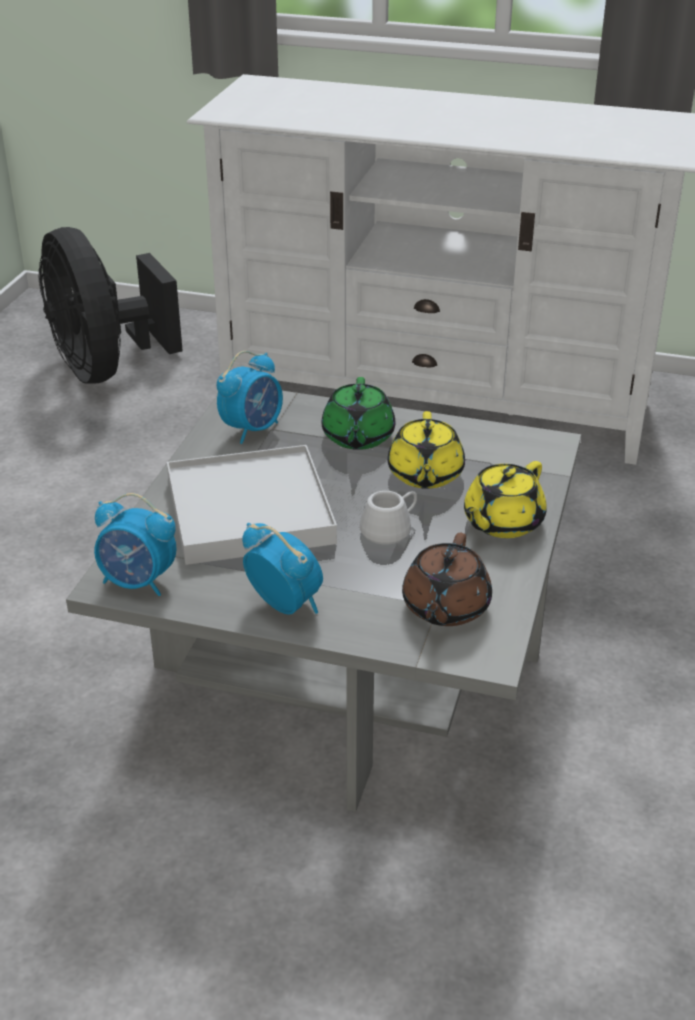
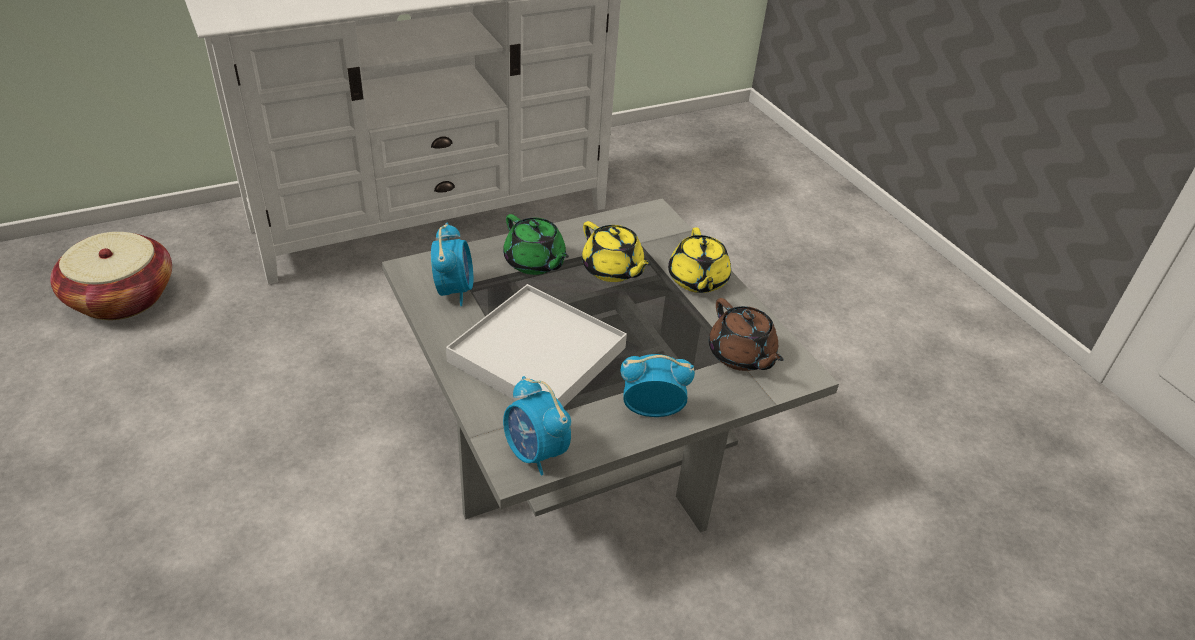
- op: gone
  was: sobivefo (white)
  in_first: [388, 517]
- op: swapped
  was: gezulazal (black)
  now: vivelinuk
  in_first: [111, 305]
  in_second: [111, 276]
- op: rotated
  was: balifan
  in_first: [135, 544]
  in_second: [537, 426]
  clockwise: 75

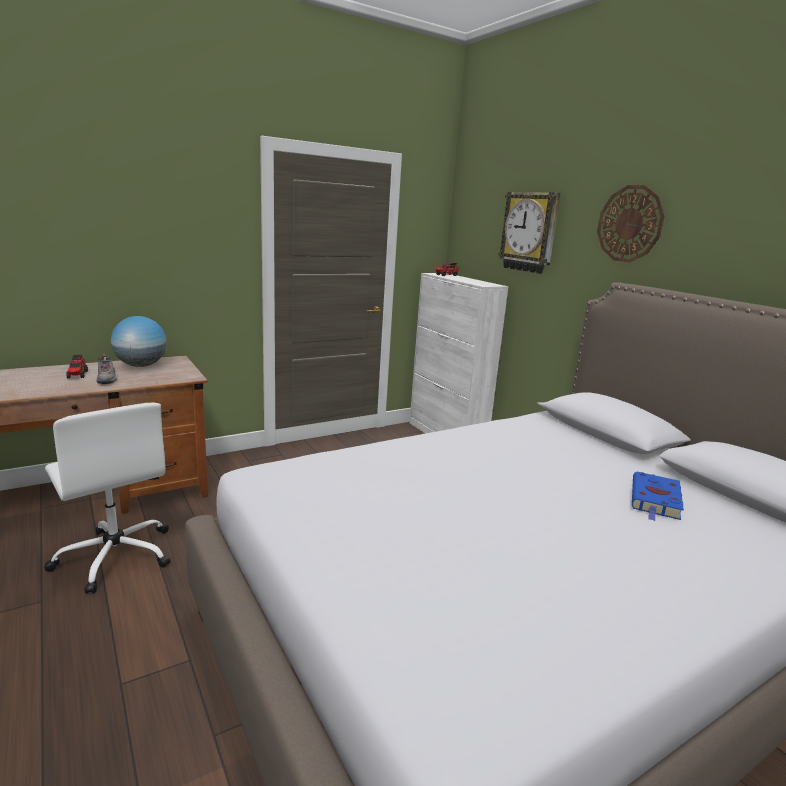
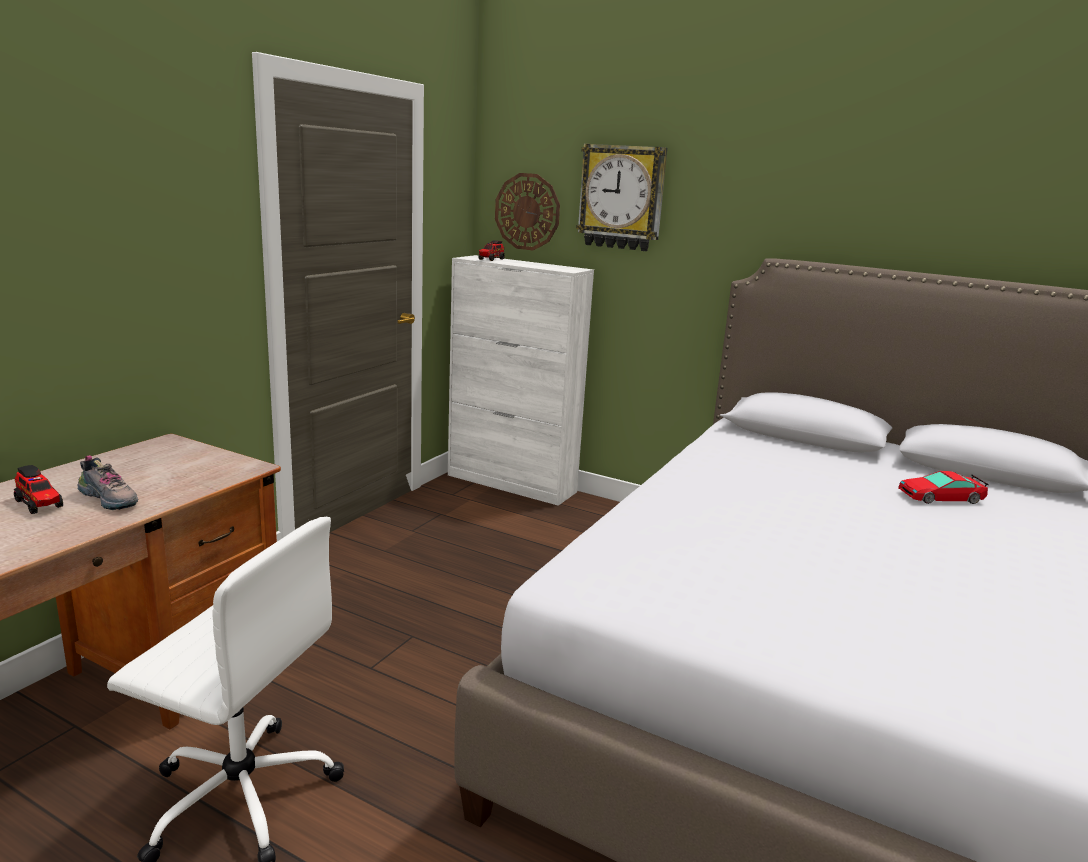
- op: gone
  was: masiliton
  in_first: [139, 341]
- op: shifted
  was: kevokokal
  in_first: [631, 223]
  in_second: [527, 211]
- op: swapped
  was: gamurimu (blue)
  now: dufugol
  in_first: [658, 496]
  in_second: [943, 487]

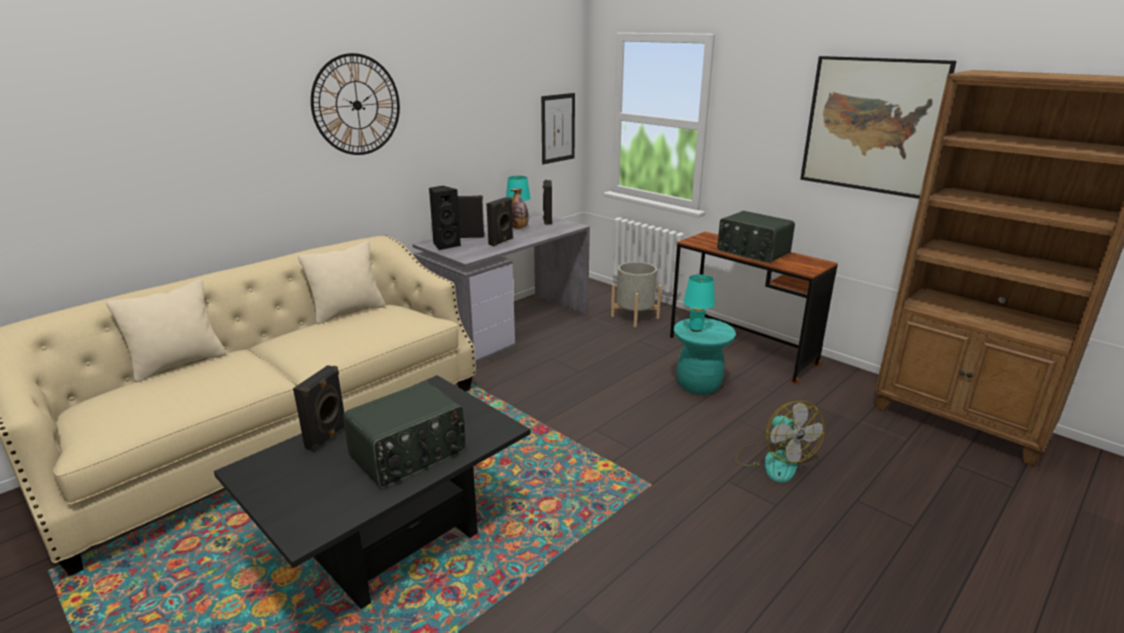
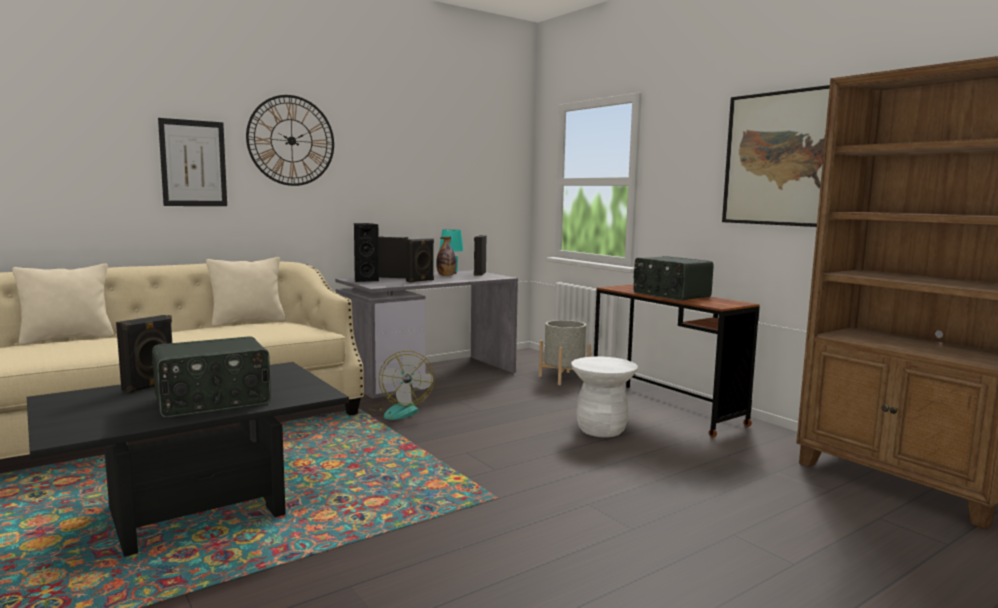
- op: gone
  was: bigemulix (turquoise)
  in_first: [699, 303]
- op: shifted
  was: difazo
  in_first: [558, 128]
  in_second: [192, 162]
- op: shifted
  was: gezulazal
  in_first: [780, 442]
  in_second: [402, 385]
- op: repainted
  was: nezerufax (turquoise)
  now: nezerufax (white)
  in_first: [705, 356]
  in_second: [604, 397]

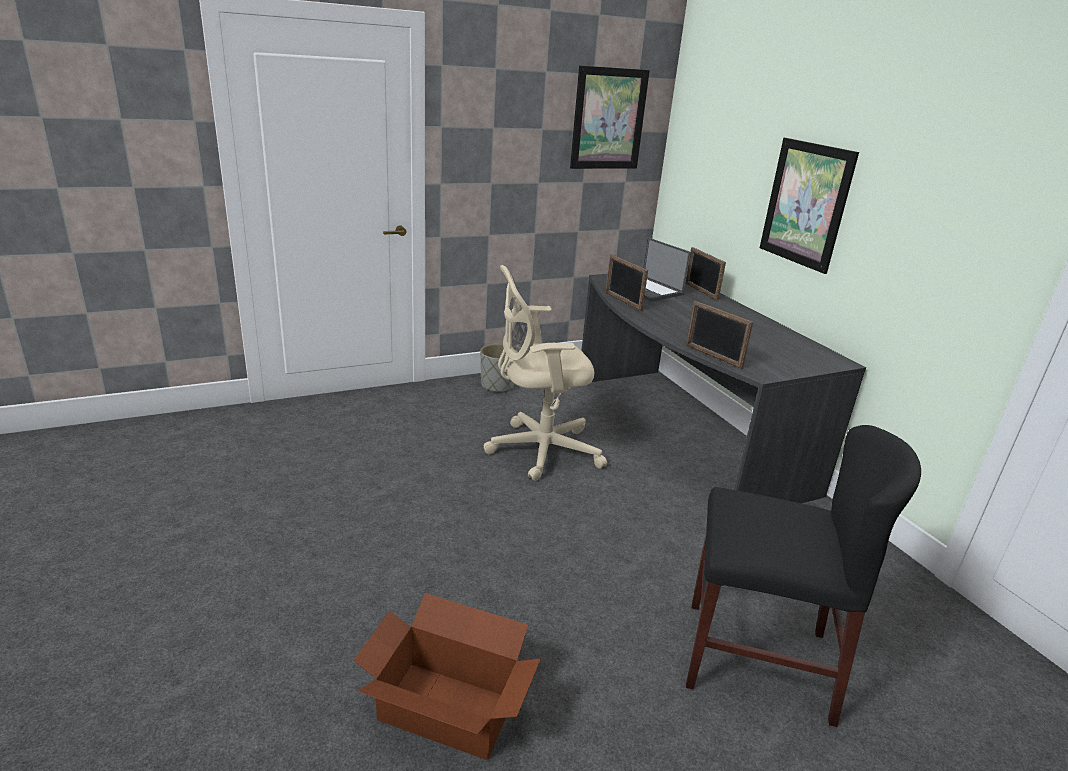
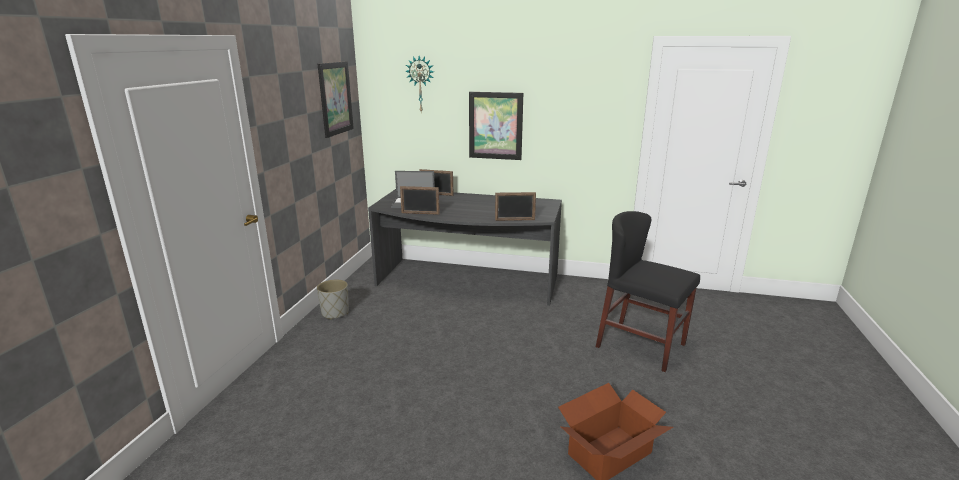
- op: gone
  was: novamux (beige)
  in_first: [545, 373]
- op: new
  now: kevokokal
  in_second: [419, 84]
- op: rotated
  was: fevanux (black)
  in_first: [803, 576]
  in_second: [648, 291]
  clockwise: -105

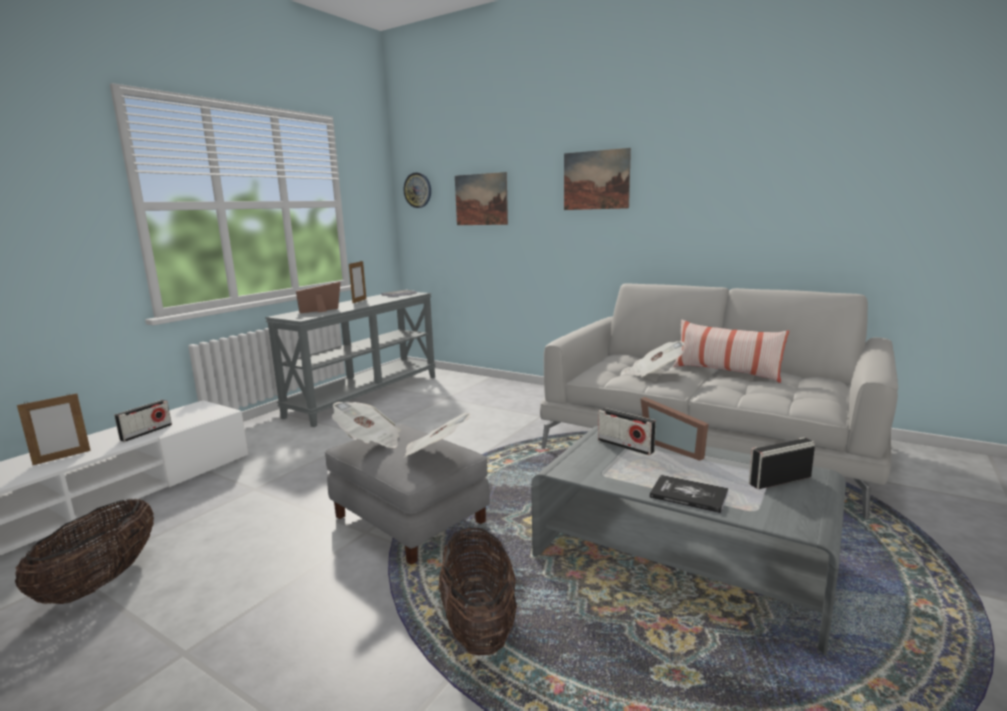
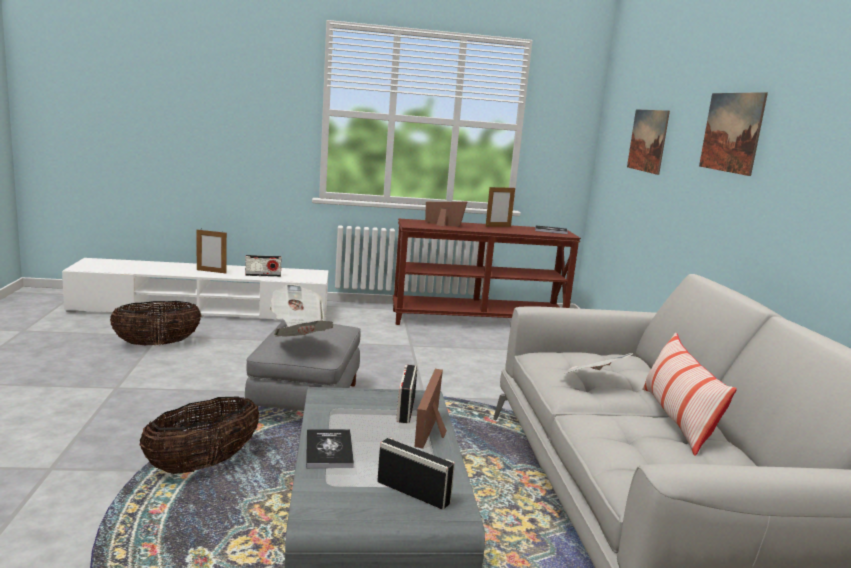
- op: gone
  was: kevokokal
  in_first: [417, 190]
- op: repainted
  was: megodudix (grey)
  now: megodudix (brown)
  in_first: [350, 359]
  in_second: [487, 272]

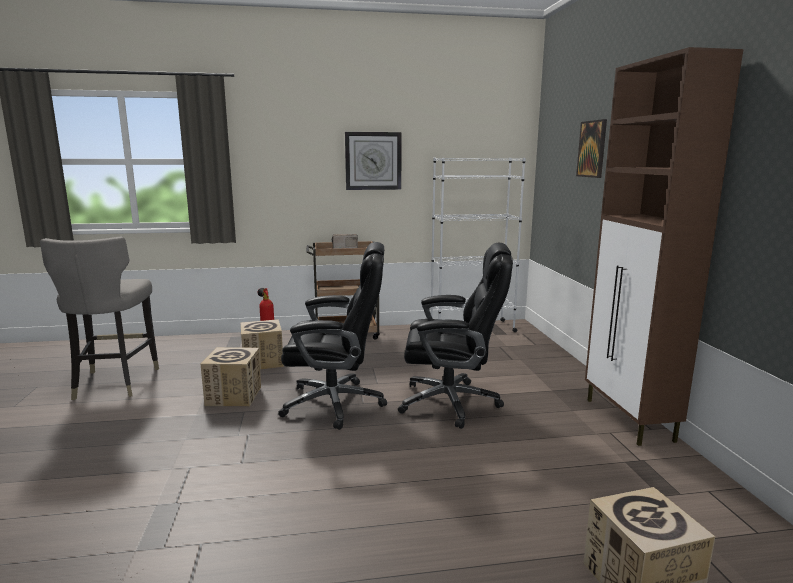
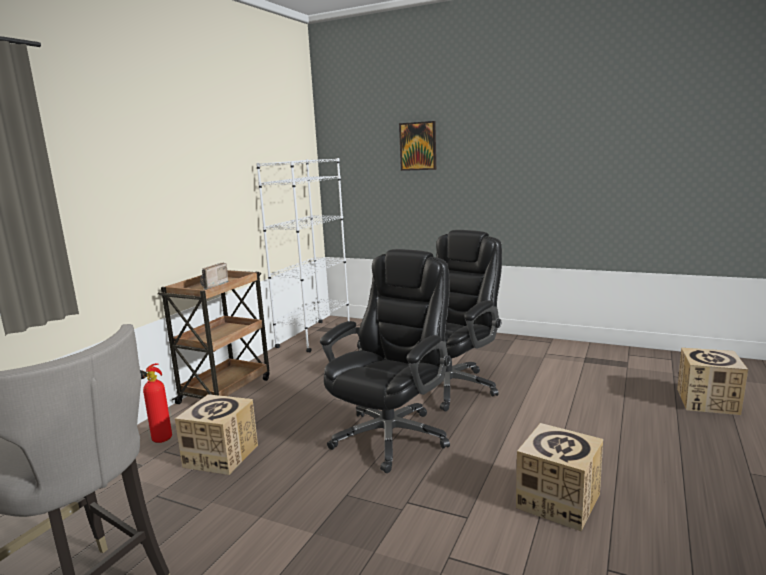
- op: gone
  was: kevokokal
  in_first: [373, 161]
- op: gone
  was: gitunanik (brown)
  in_first: [664, 246]
- op: shifted
  was: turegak
  in_first: [231, 377]
  in_second: [559, 477]

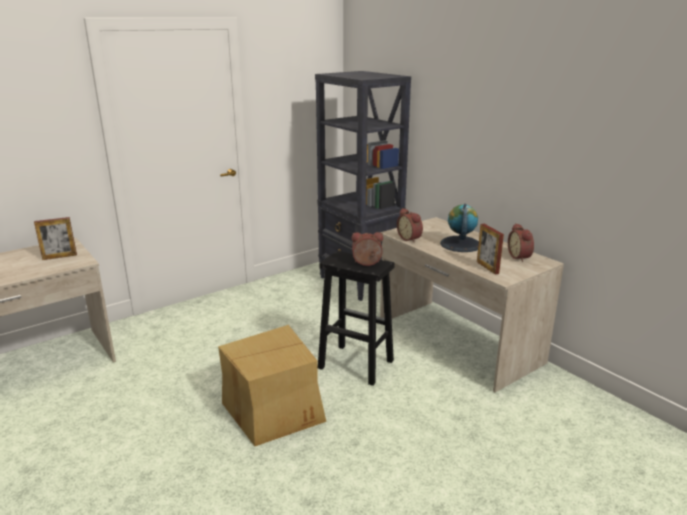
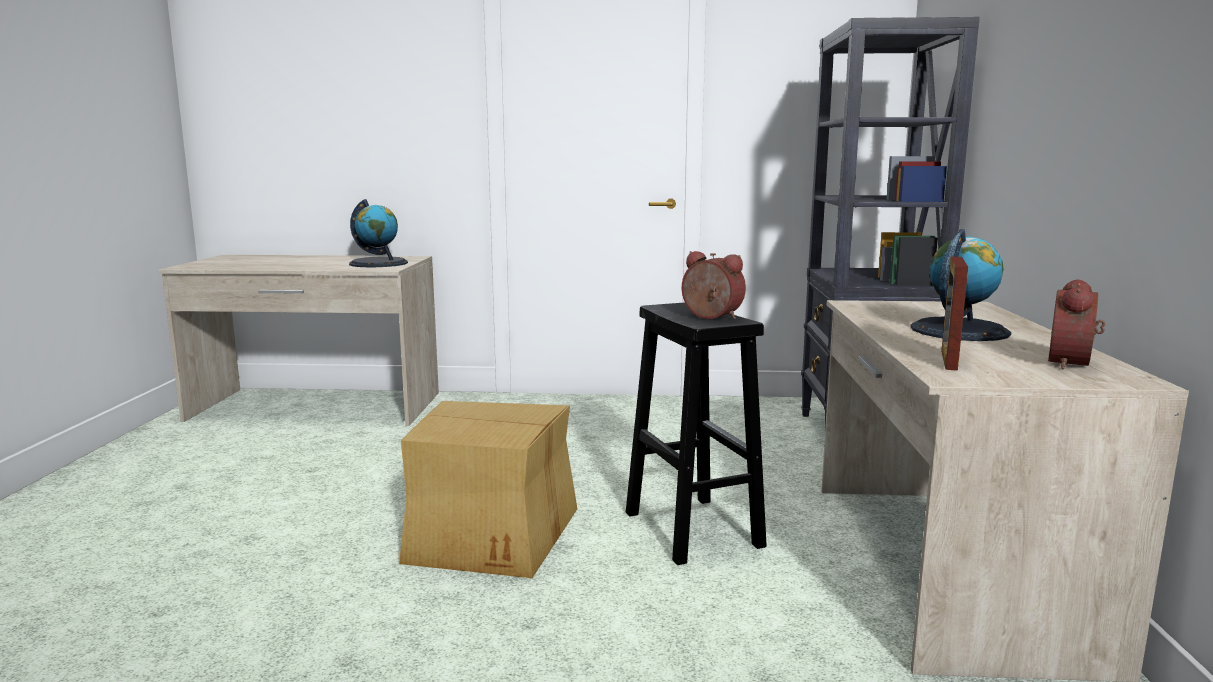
- op: gone
  was: balifan
  in_first: [410, 225]
- op: swapped
  was: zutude
  now: masiliton
  in_first: [55, 238]
  in_second: [378, 233]

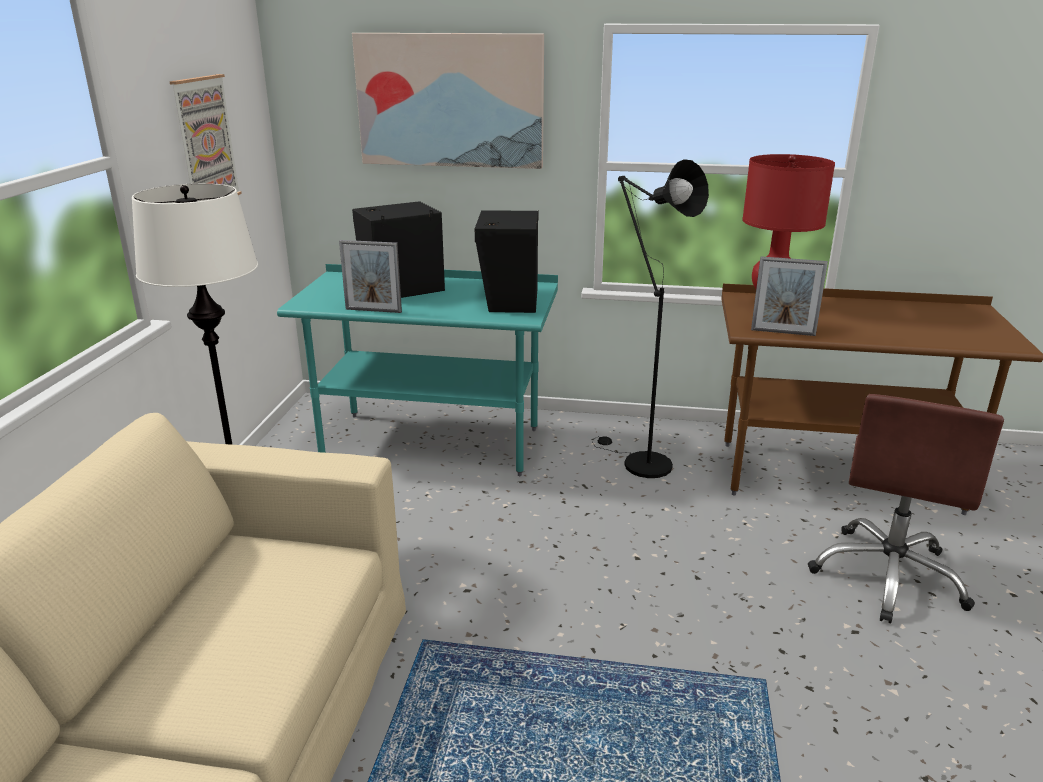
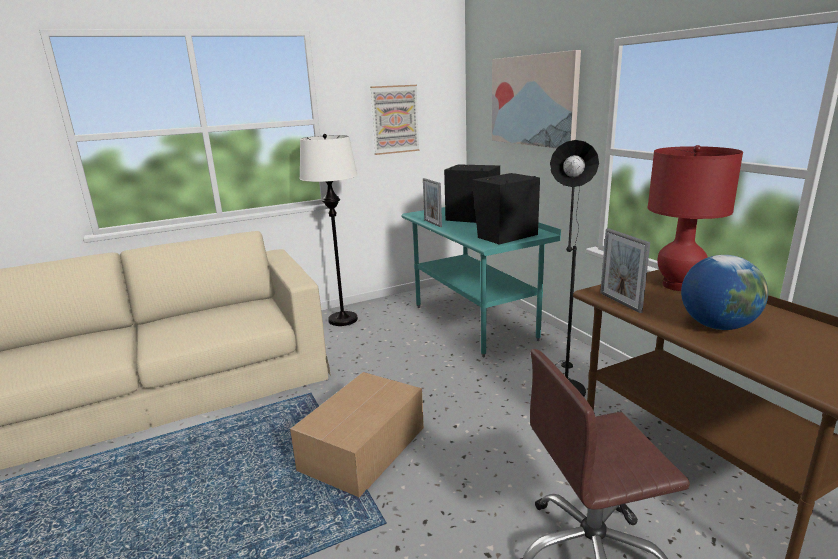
- op: new
  now: turegak
  in_second: [357, 434]
- op: new
  now: masiliton
  in_second: [724, 292]

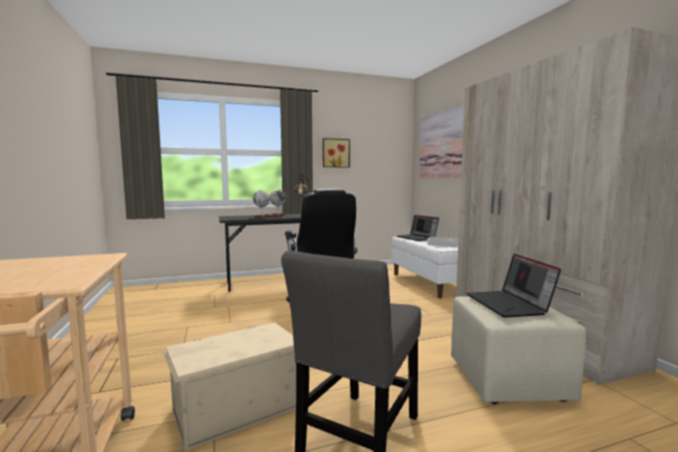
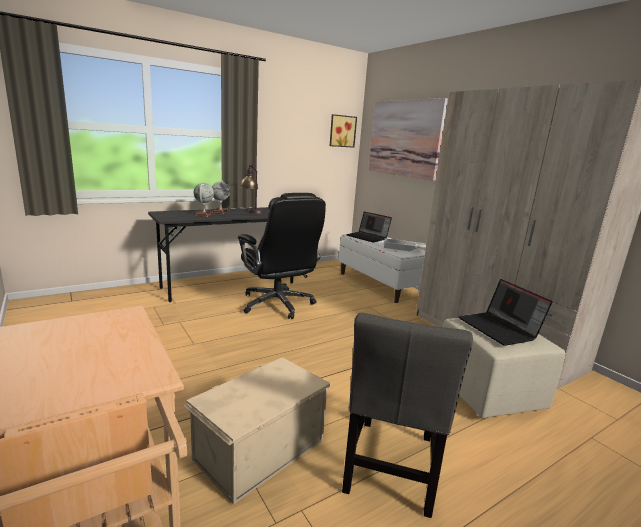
- op: shifted
  was: difazo
  in_first: [336, 153]
  in_second: [343, 131]

